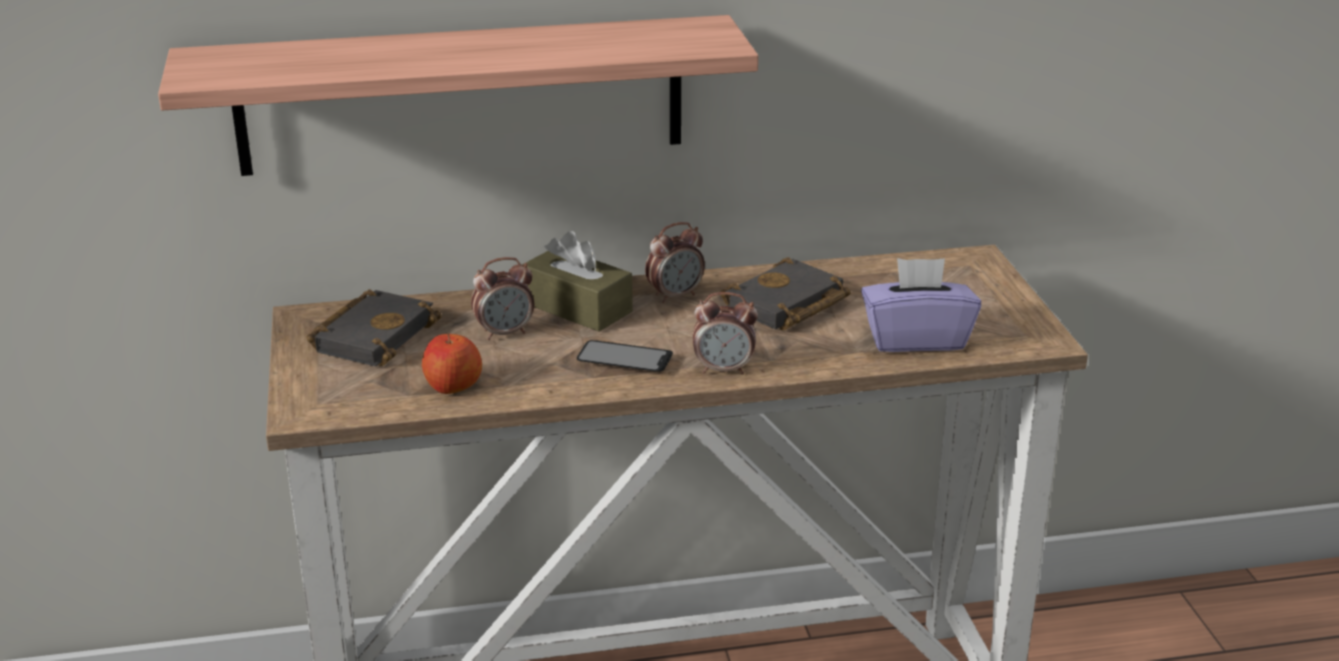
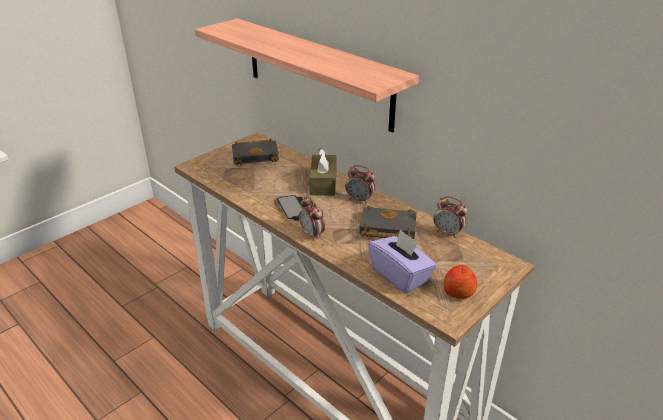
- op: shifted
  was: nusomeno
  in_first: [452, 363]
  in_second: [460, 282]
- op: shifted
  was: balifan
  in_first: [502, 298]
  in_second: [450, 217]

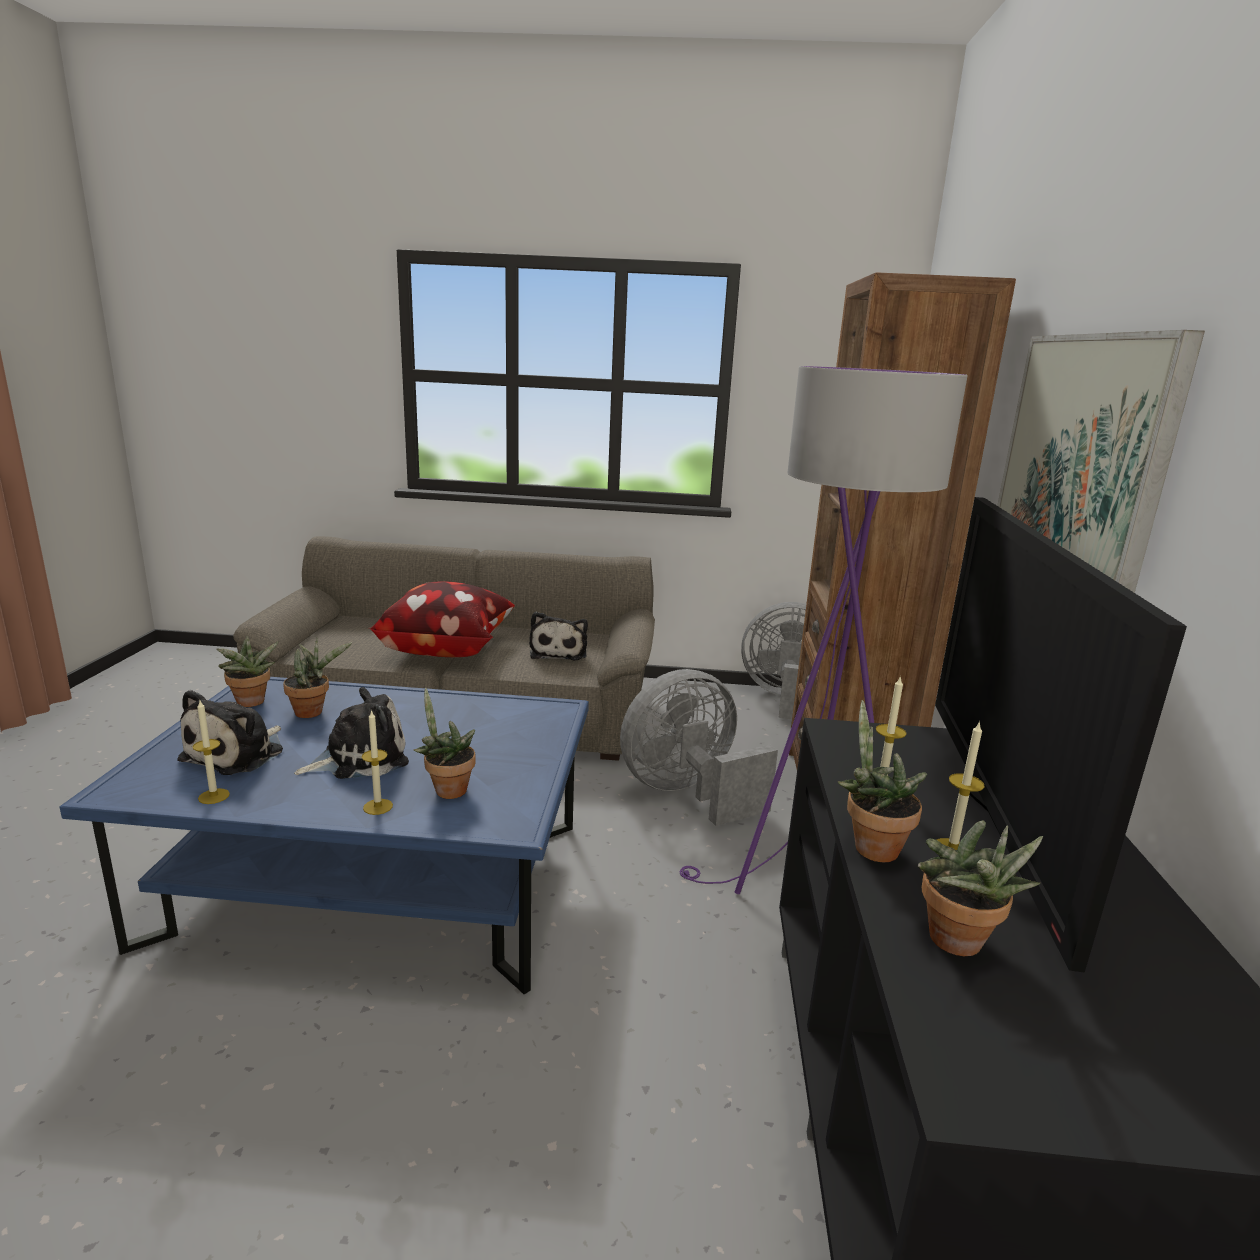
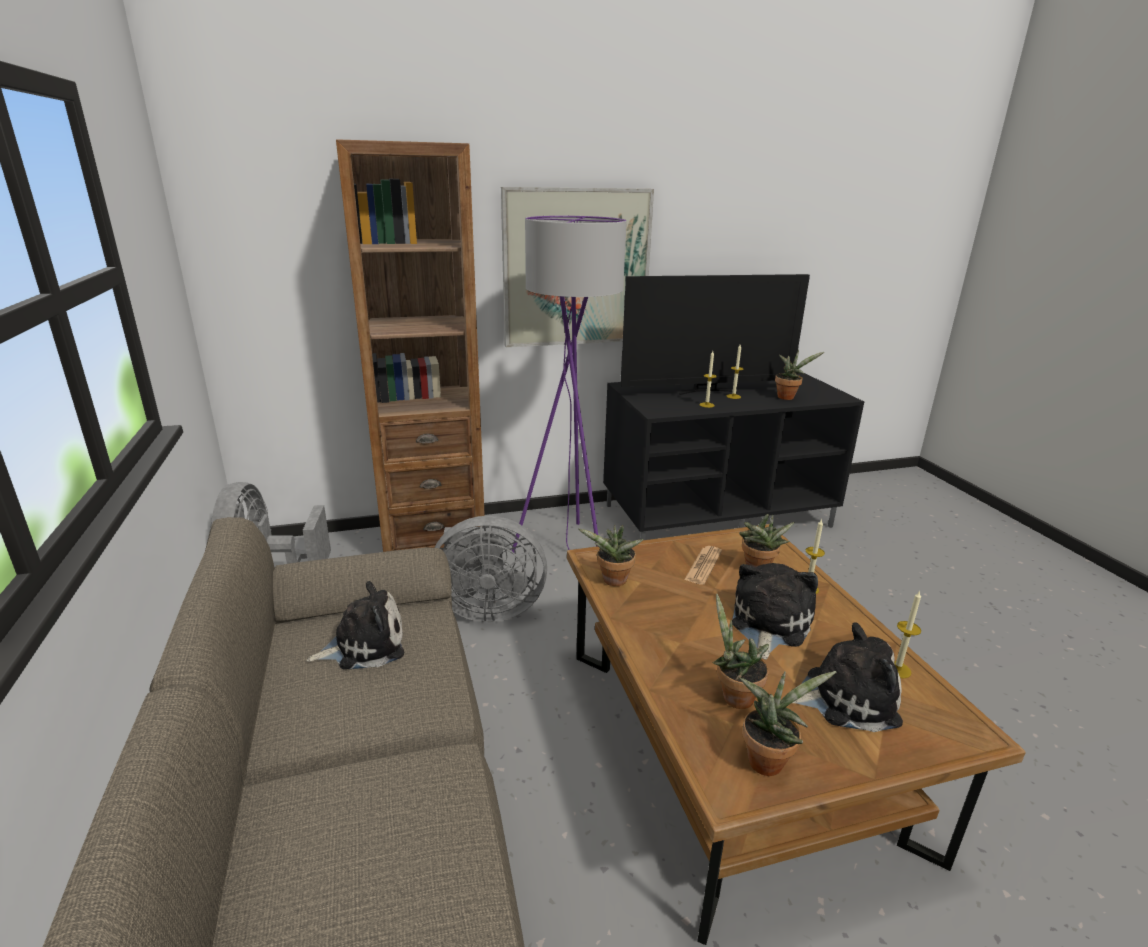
- op: gone
  was: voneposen
  in_first: [441, 619]
- op: new
  now: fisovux
  in_second: [703, 565]
- op: shifted
  was: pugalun
  in_first: [882, 781]
  in_second: [611, 555]
- op: repainted
  was: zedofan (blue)
  now: zedofan (brown)
  in_first: [324, 836]
  in_second: [796, 734]
- op: rotated
  was: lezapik
  in_first: [351, 733]
  in_second: [775, 611]
  clockwise: 75
- op: rotated
  was: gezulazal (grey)
  in_first: [699, 747]
  in_second: [491, 569]
  clockwise: -45

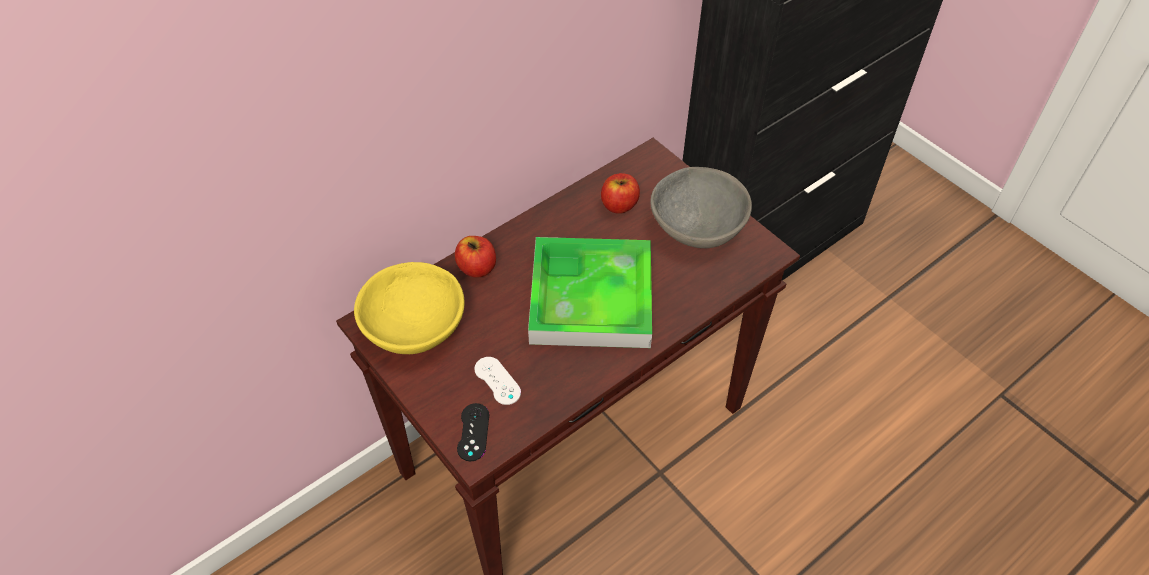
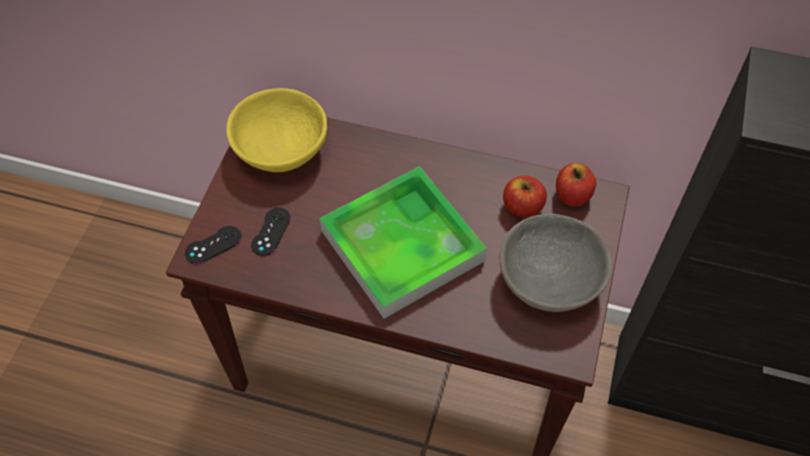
- op: shifted
  was: nusomeno
  in_first: [475, 257]
  in_second: [576, 185]
- op: repainted
  was: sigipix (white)
  now: sigipix (black)
  in_first: [497, 381]
  in_second: [271, 231]

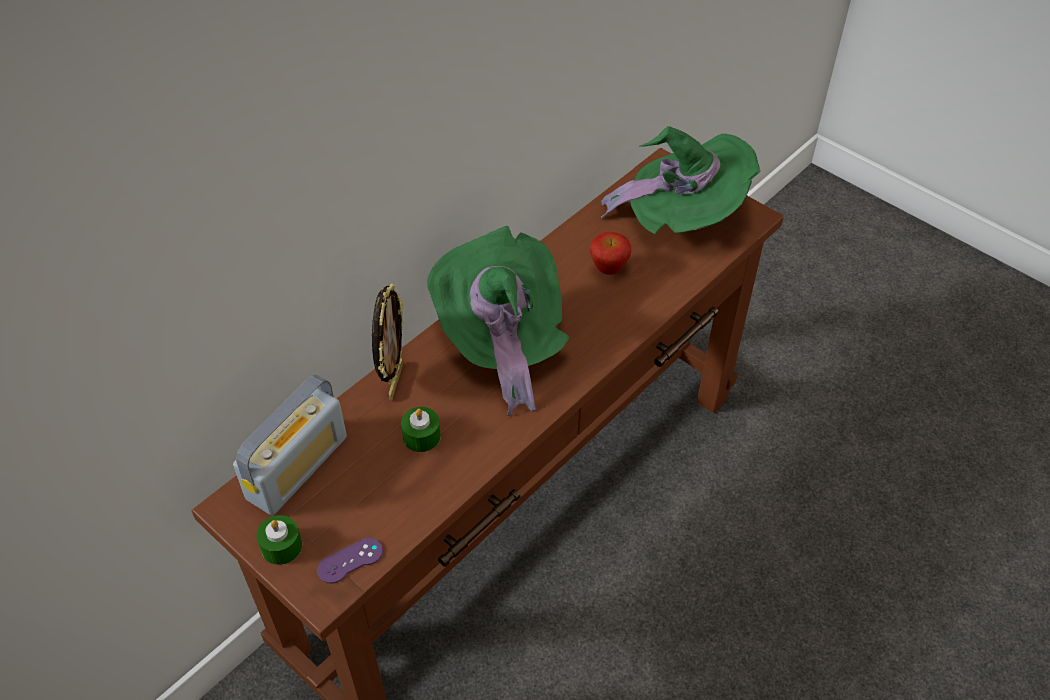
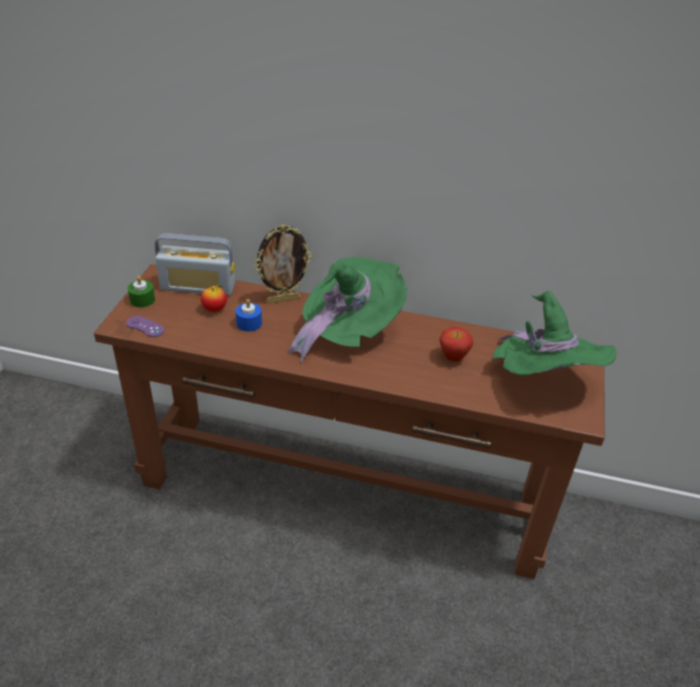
- op: new
  now: nusomeno
  in_second: [214, 298]
- op: repainted
  was: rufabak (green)
  now: rufabak (blue)
  in_first: [421, 429]
  in_second: [249, 315]

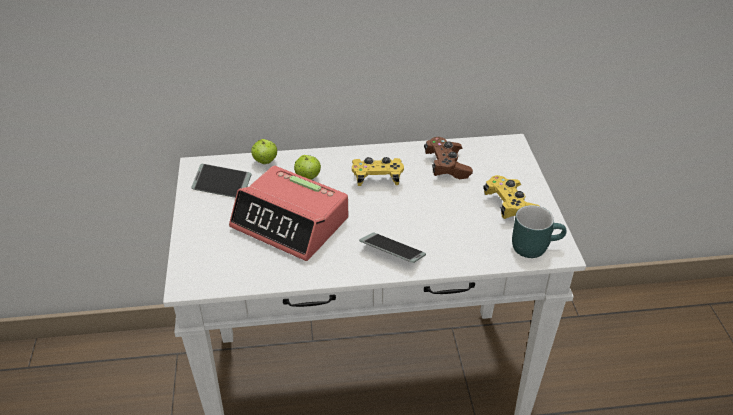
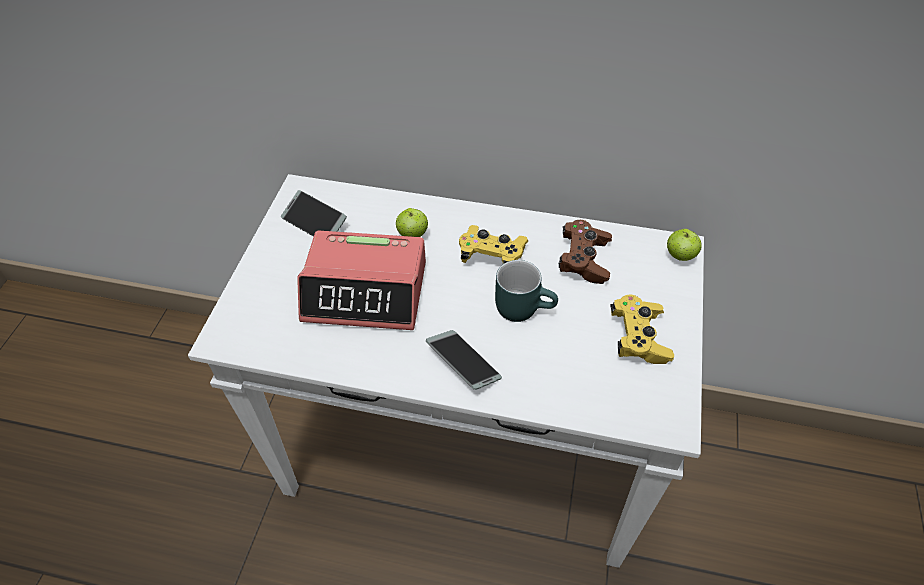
- op: shifted
  was: nusomeno
  in_first: [264, 151]
  in_second: [684, 245]
- op: shifted
  was: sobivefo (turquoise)
  in_first: [539, 231]
  in_second: [526, 291]
- op: rotated
  was: balifan
  in_first: [288, 213]
  in_second: [361, 280]
  clockwise: -45

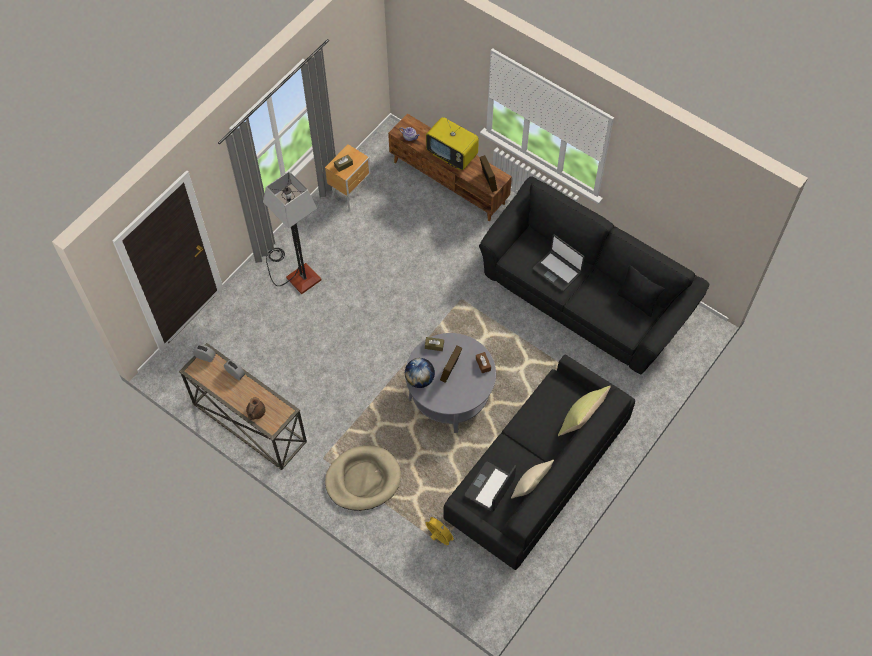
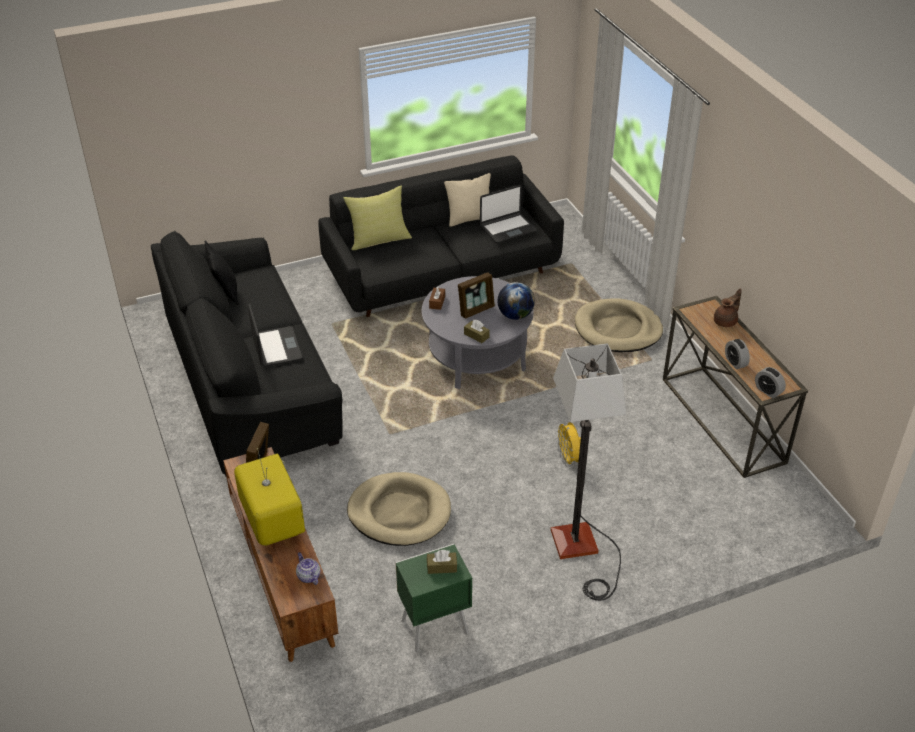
- op: new
  now: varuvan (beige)
  in_second: [399, 509]
- op: shifted
  was: gezulazal (yellow)
  in_first: [440, 529]
  in_second: [568, 444]
- op: repainted
  was: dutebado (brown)
  now: dutebado (green)
  in_first: [347, 177]
  in_second: [433, 598]

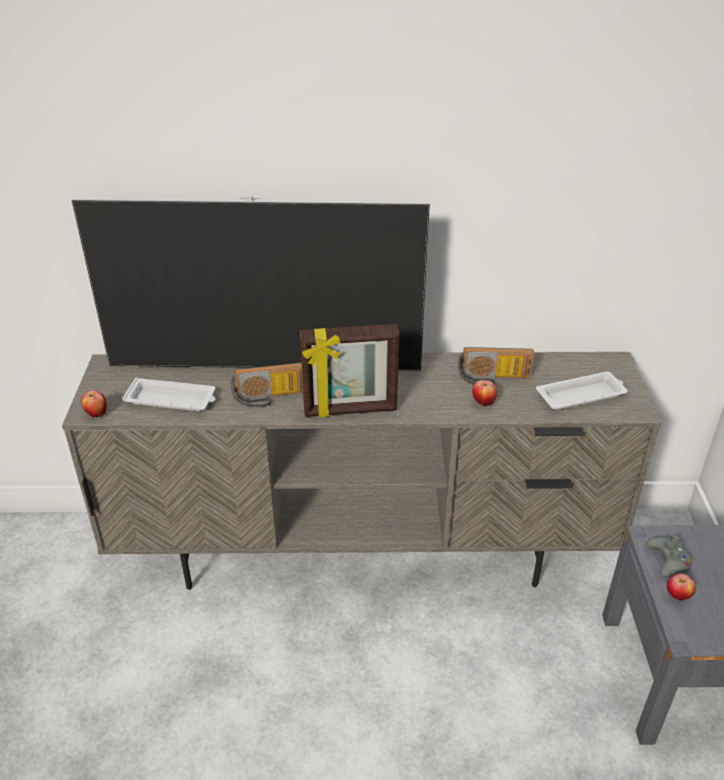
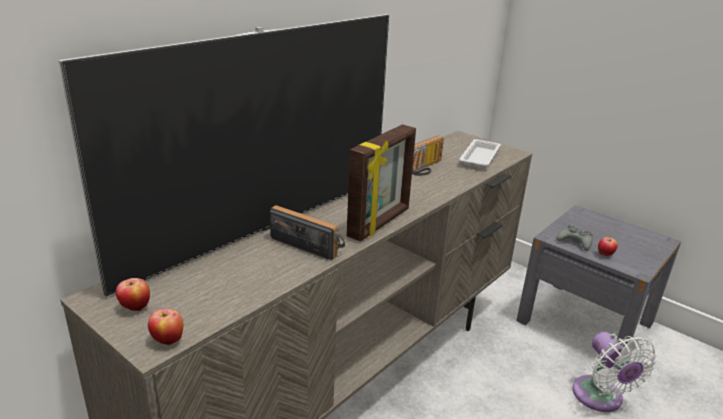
- op: gone
  was: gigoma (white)
  in_first: [168, 394]
- op: new
  now: gezulazal (white)
  in_second: [614, 372]
- op: shifted
  was: nusomeno
  in_first: [484, 393]
  in_second: [133, 294]
- op: rotated
  was: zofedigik
  in_first: [267, 384]
  in_second: [307, 232]
  clockwise: -90

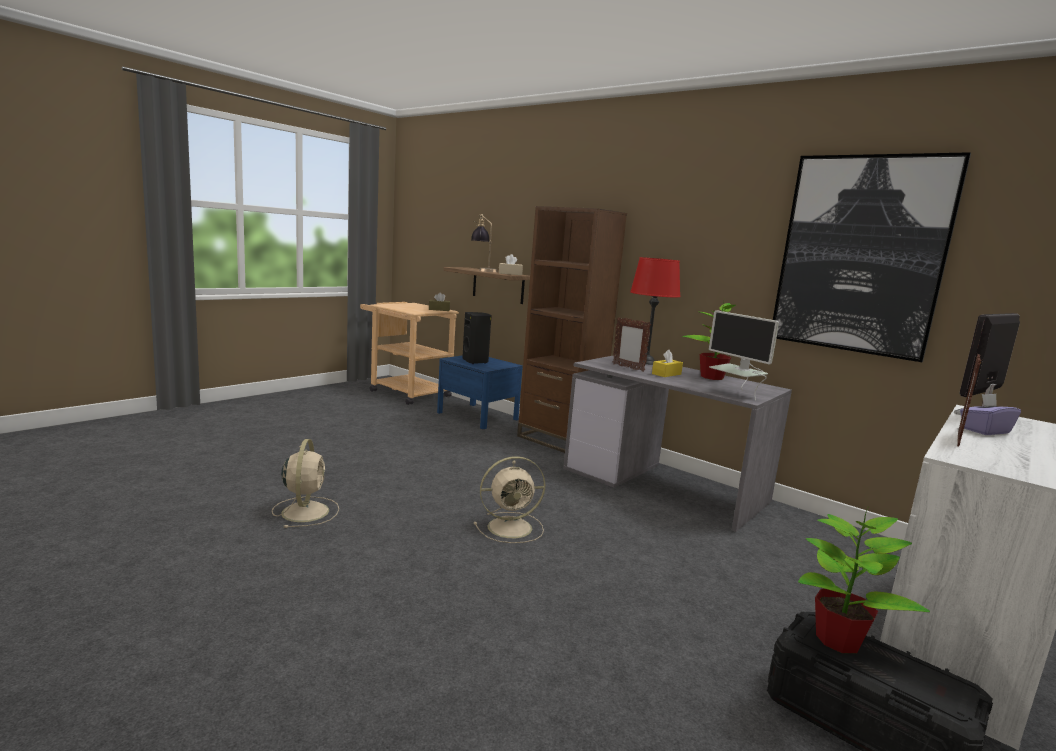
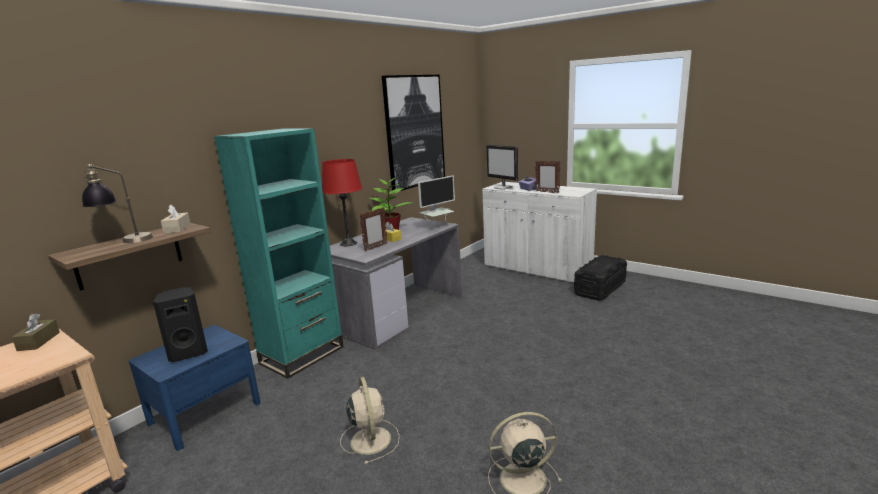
- op: gone
  was: pugalun
  in_first: [864, 579]
- op: shifted
  was: gezulazal (beige)
  in_first: [510, 499]
  in_second: [370, 420]
- op: repainted
  was: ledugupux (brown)
  now: ledugupux (turquoise)
  in_first: [572, 329]
  in_second: [279, 253]

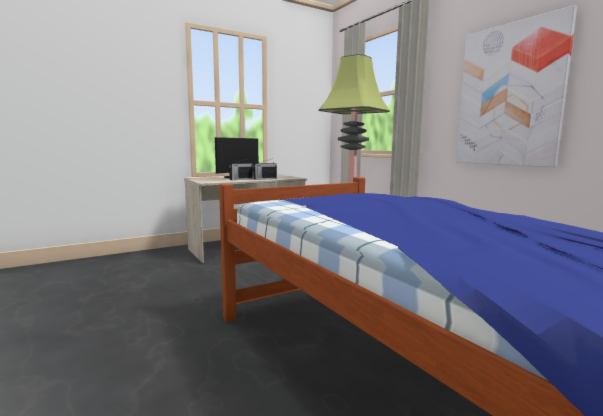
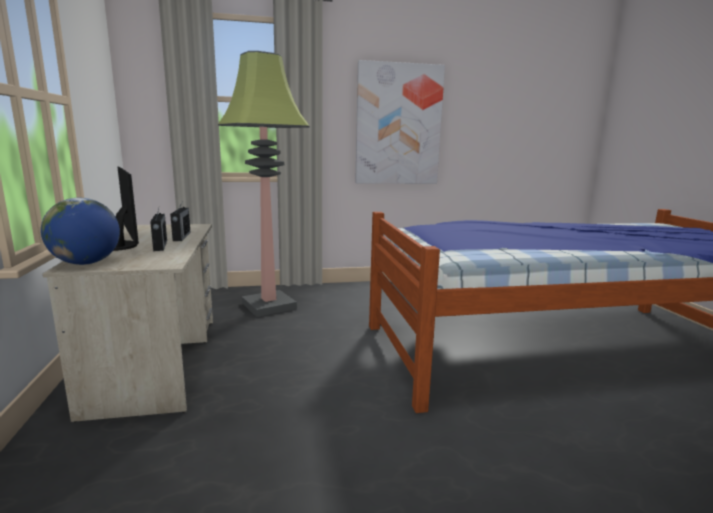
- op: new
  now: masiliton
  in_second: [80, 231]

